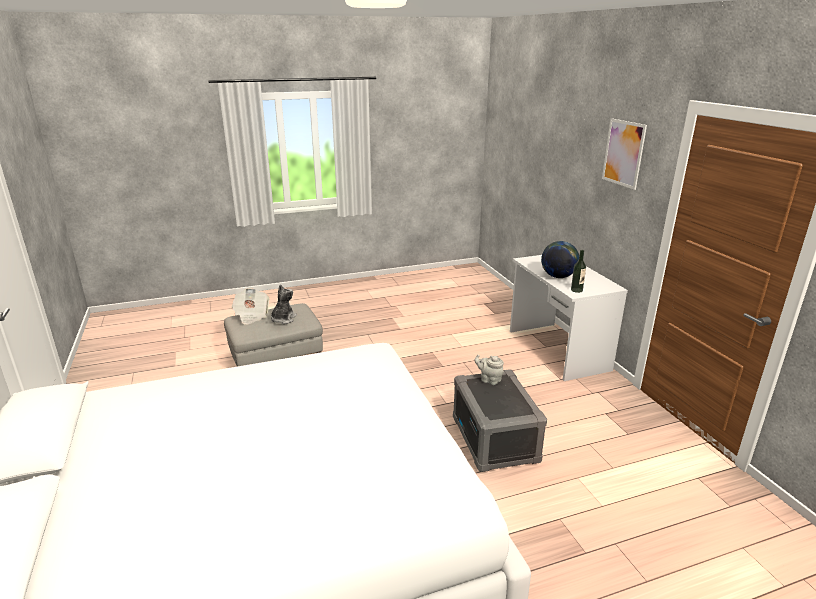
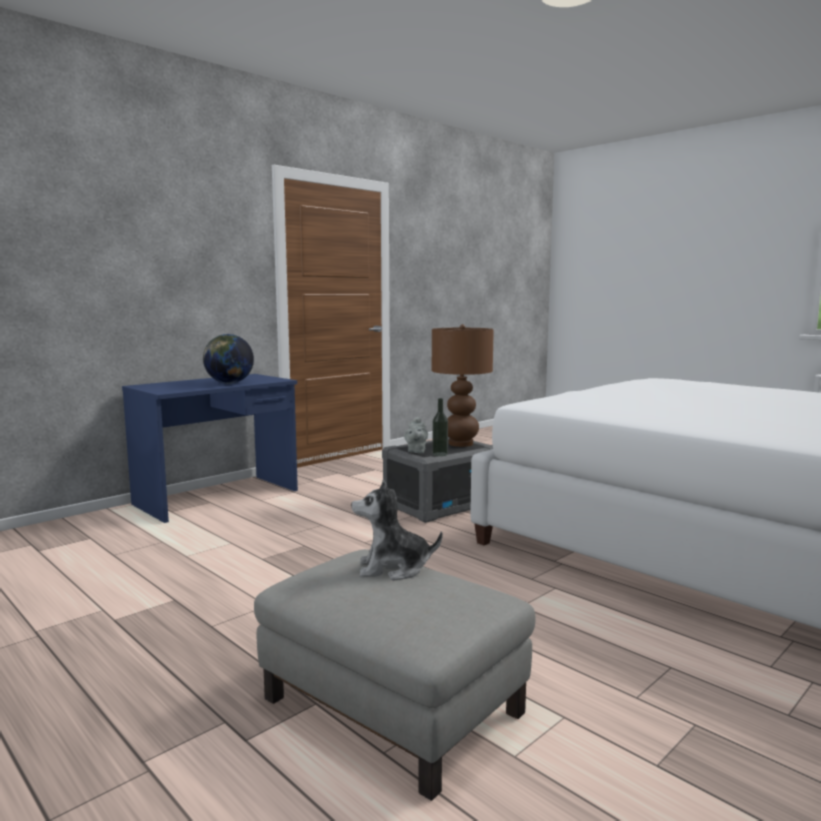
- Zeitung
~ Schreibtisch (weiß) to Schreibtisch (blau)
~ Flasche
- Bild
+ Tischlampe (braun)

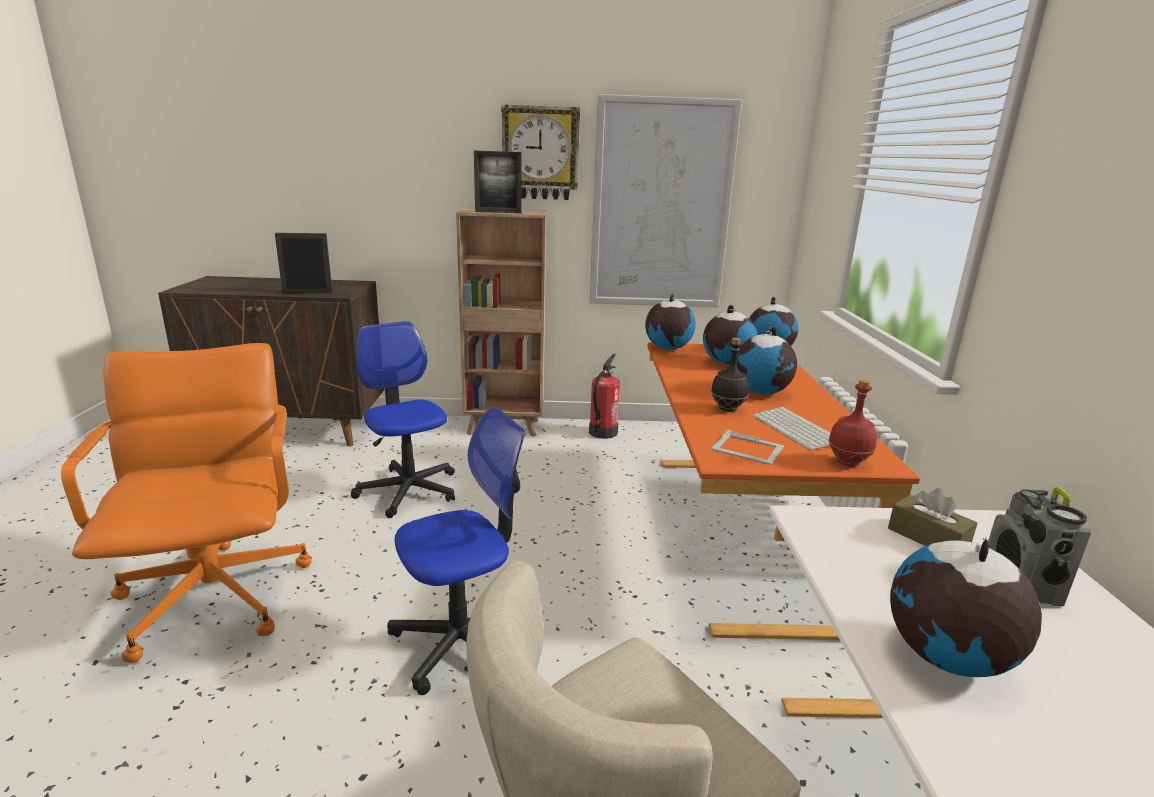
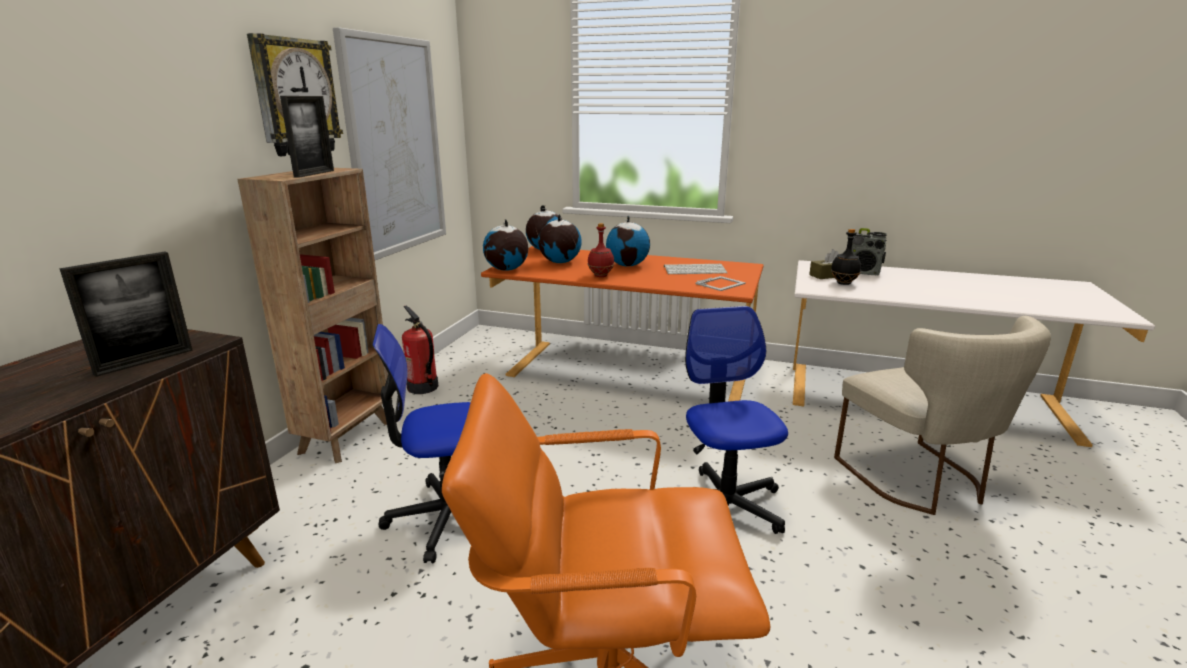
~ Bilderrahmen (no. 1 from left) 150 degrees counterclockwise
~ Flasche (schwarz)
~ Flasche (rot)
- Globus (no. 5 from left)

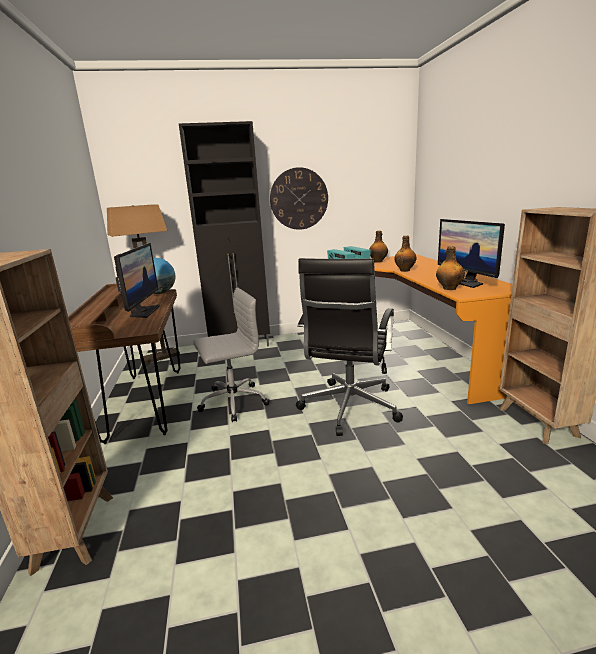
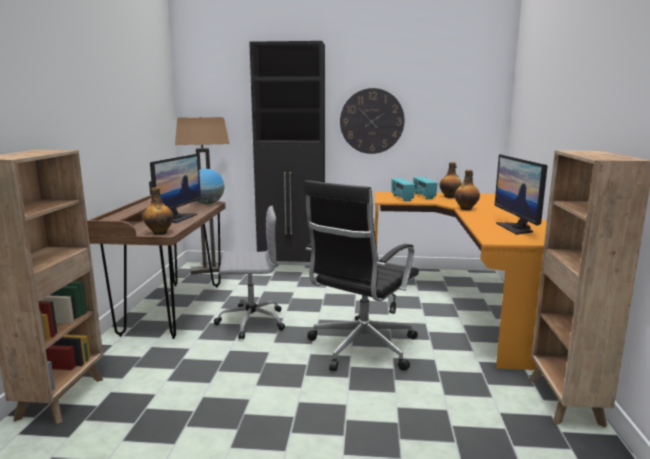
~ Flasche (no. 3 from left in the first image) to Flasche (no. 1 from left)

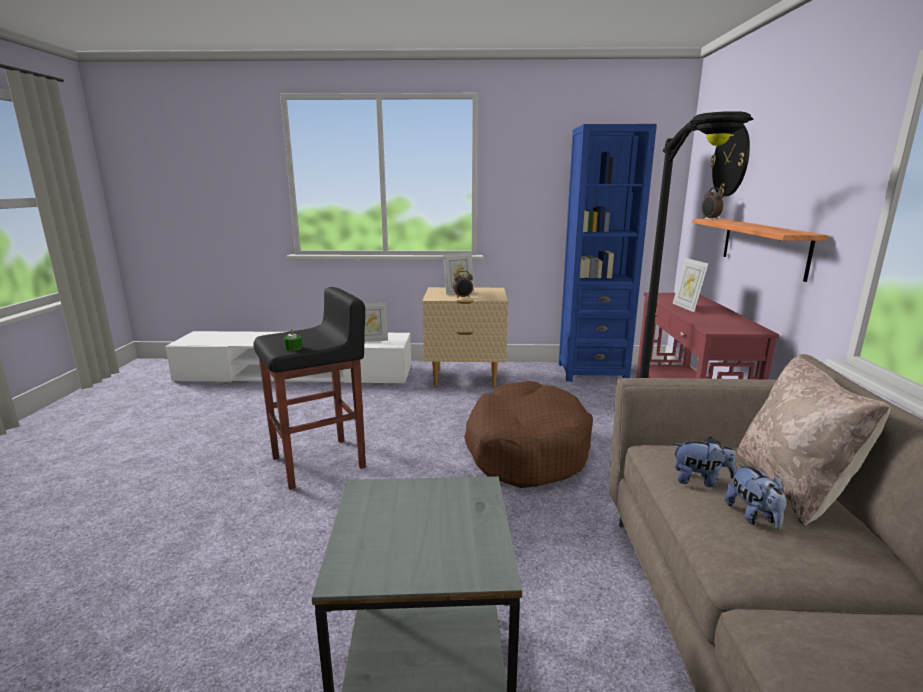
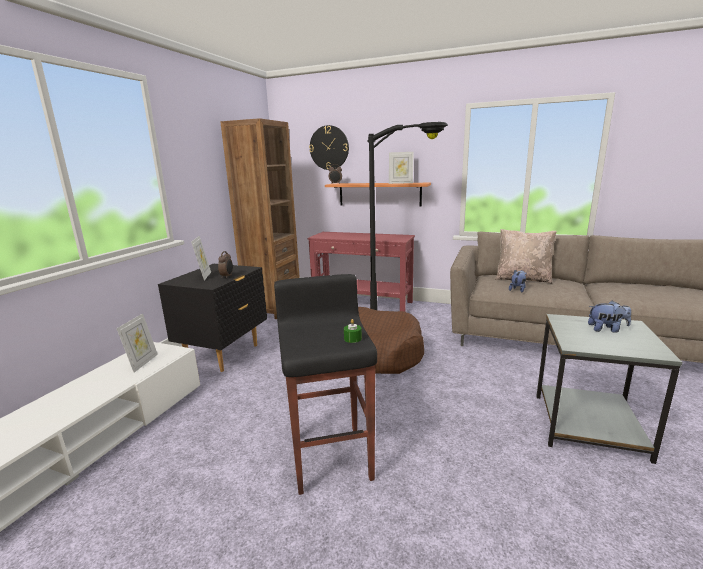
~ Nachttisch (beige) to Nachttisch (schwarz)
~ Bücherregal (blau) to Bücherregal (braun)
~ Bilderrahmen (no. 3 from left)
~ Plüschtier (no. 2 from left)

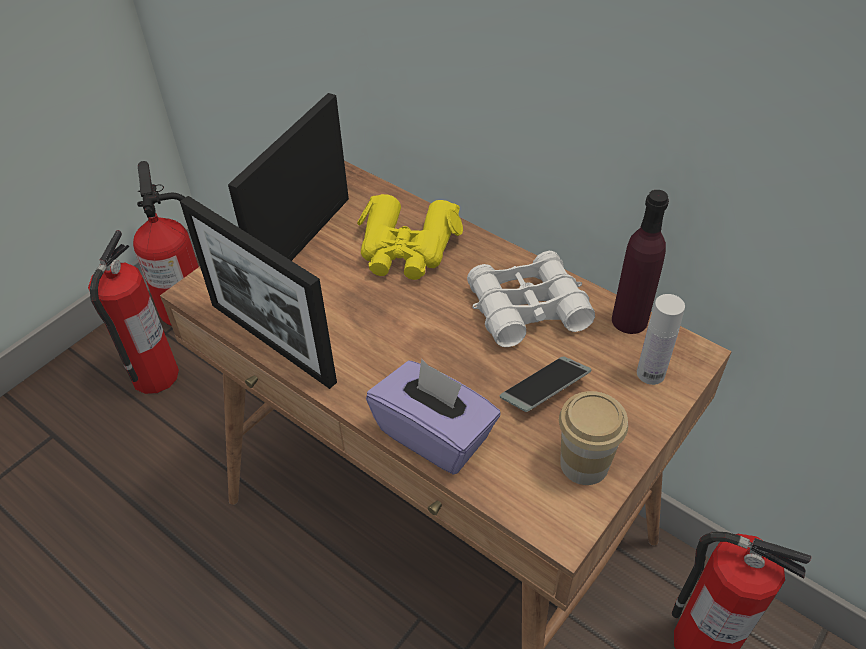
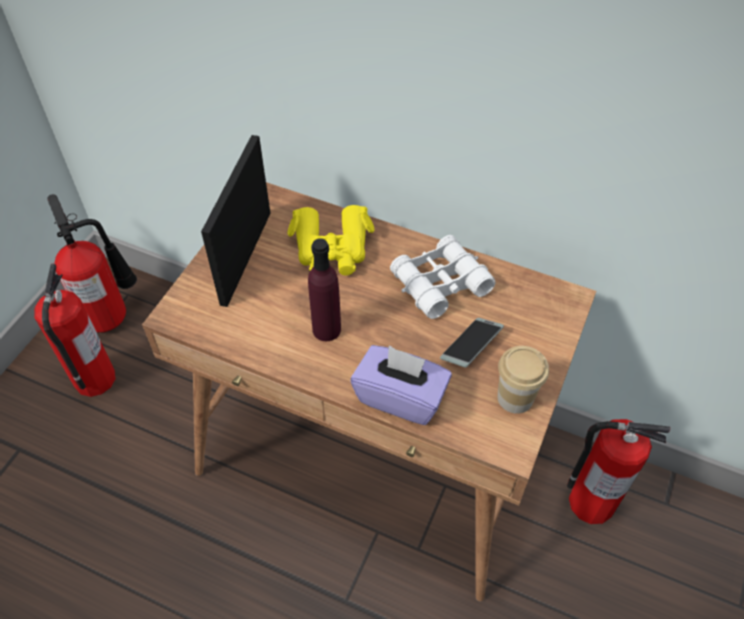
- Bilderrahmen (no. 1 from left)
~ Flasche (lila)
- Flasche (weiß)

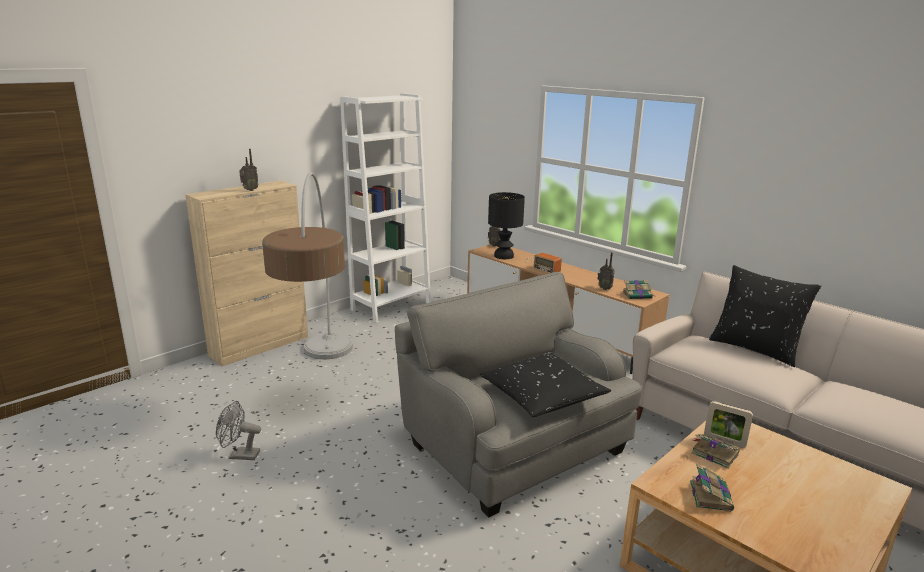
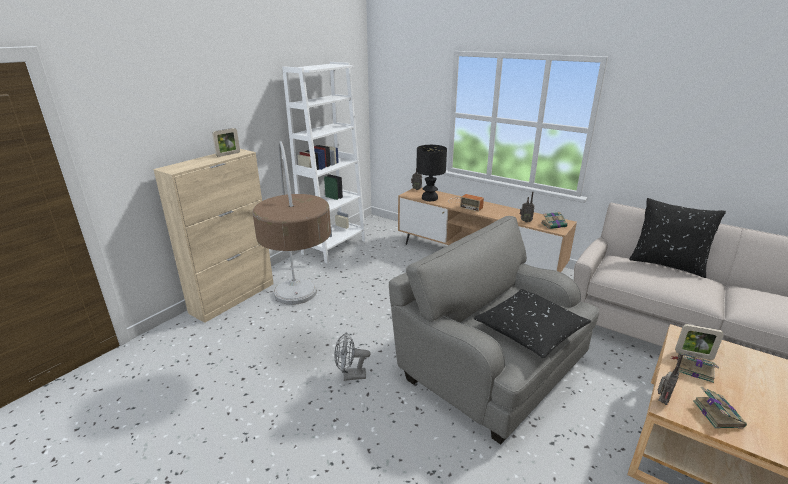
~ Ventilator (grau)
~ Radio (no. 1 from left in the first image) to Radio (no. 4 from left)
+ Bilderrahmen (no. 1 from left)

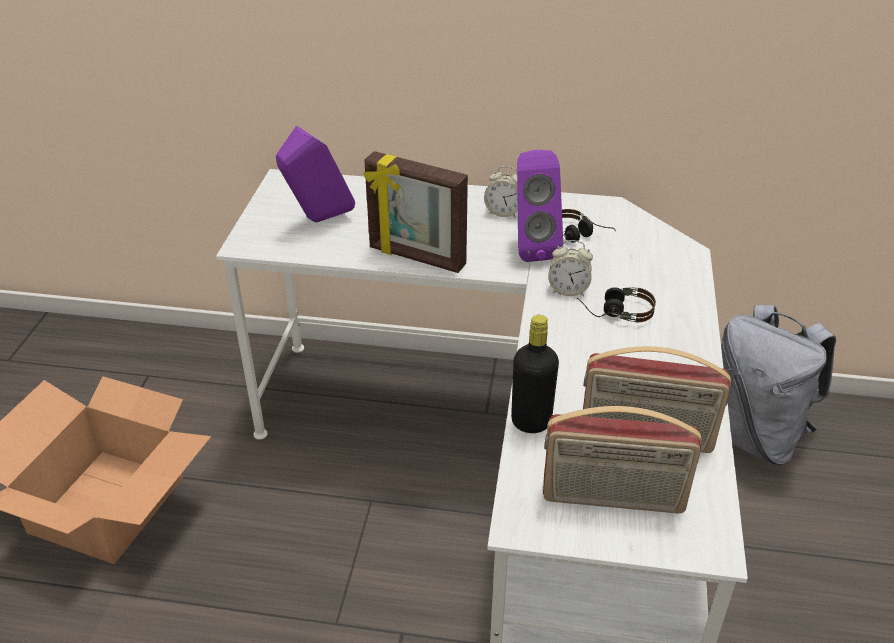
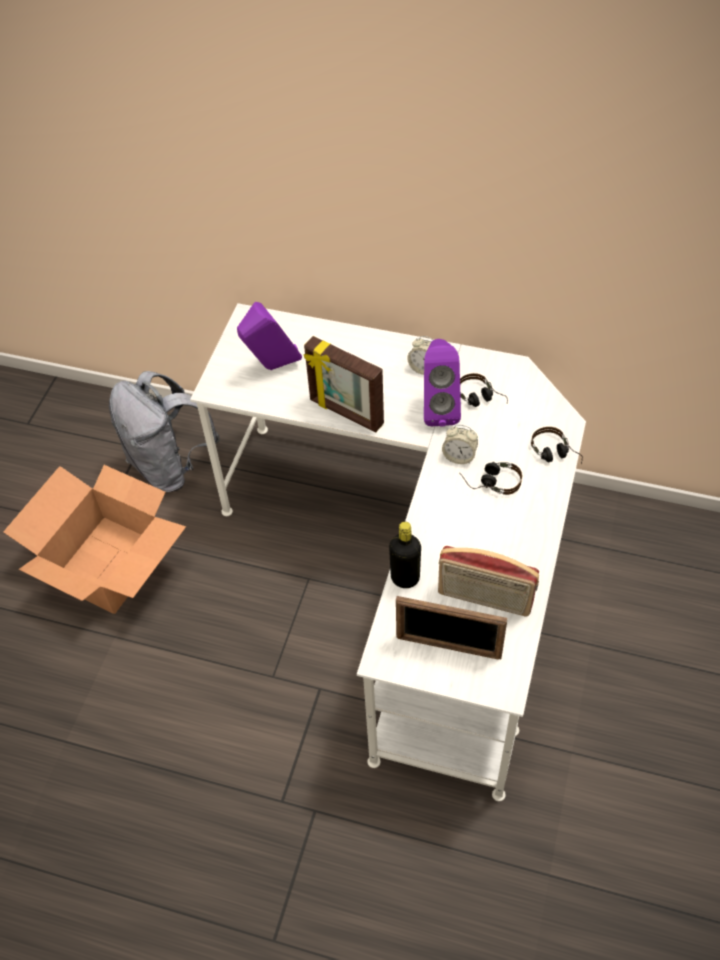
~ Radio (no. 1 from left) to Bilderrahmen (no. 2 from left)
~ Rucksack (grau)
+ Kopfhörer (no. 3 from left)

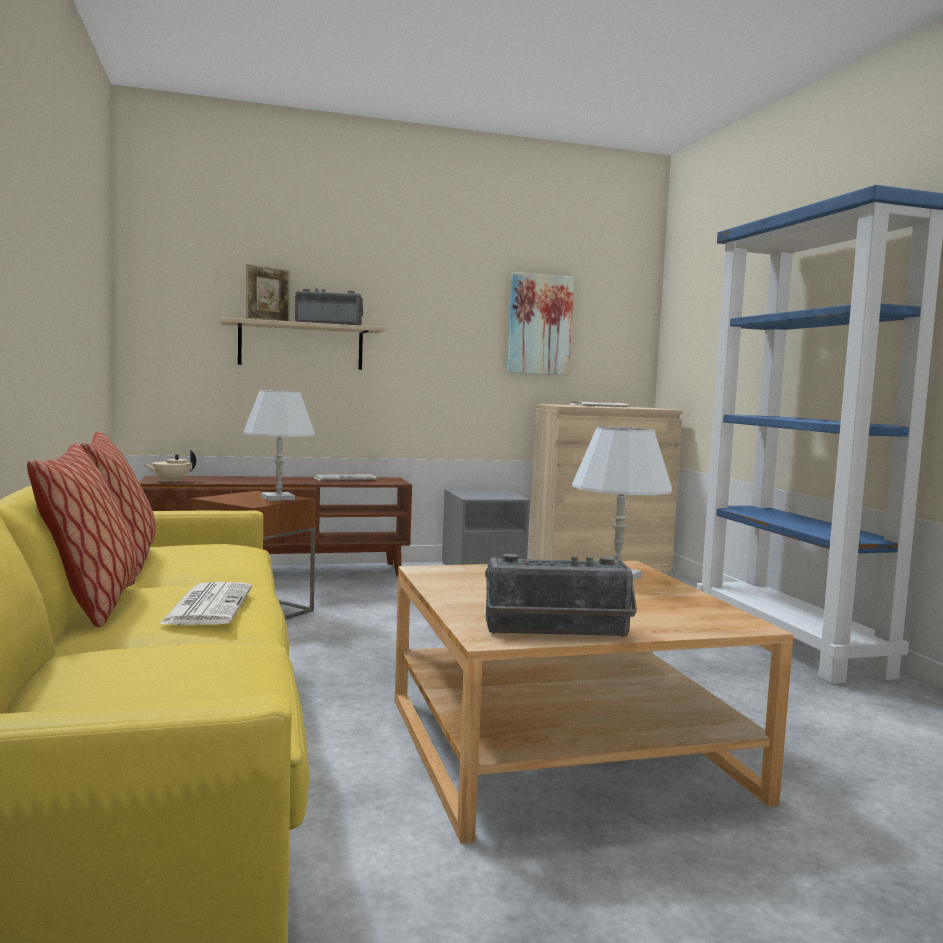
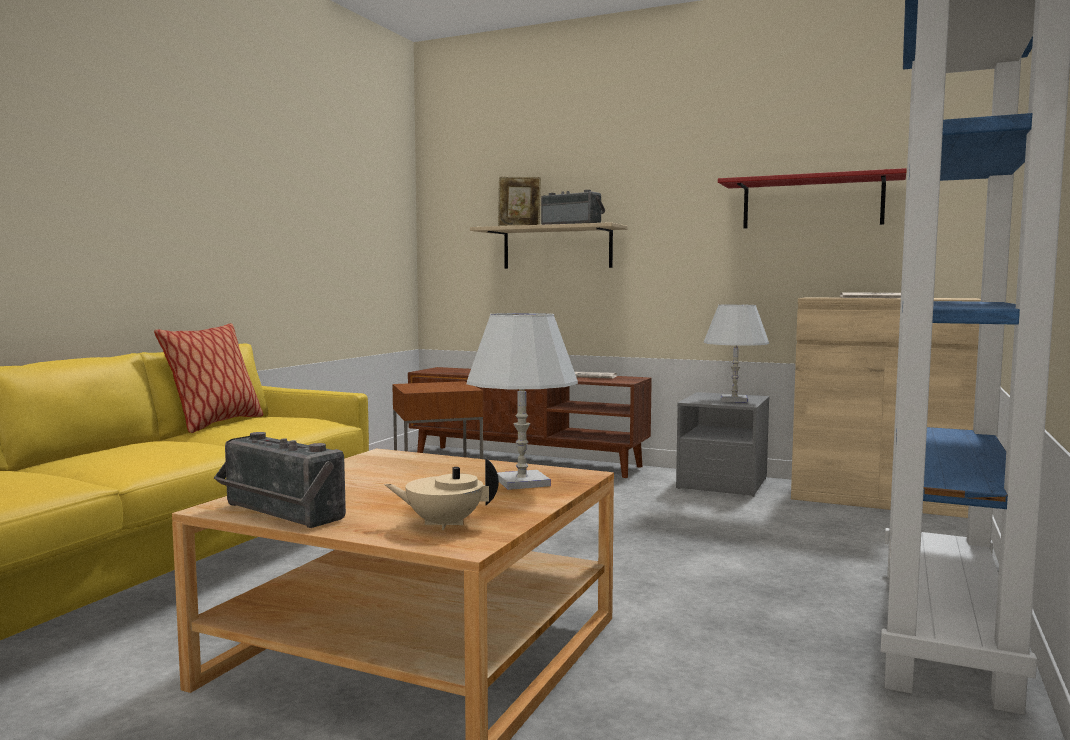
- Kissen (no. 1 from left)
~ Teekanne (beige)
- Zeitung (no. 1 from left)
~ Tischlampe (weiß) (no. 1 from left in the first image) to Tischlampe (weiß) (no. 2 from left)
~ Bild to Wandregal (rot)

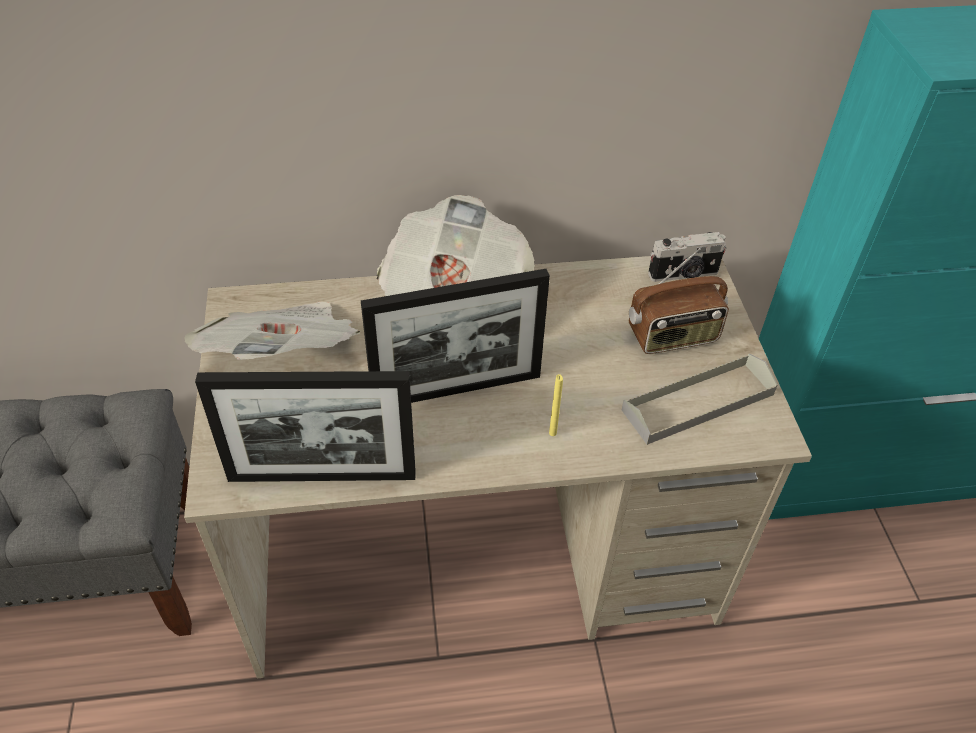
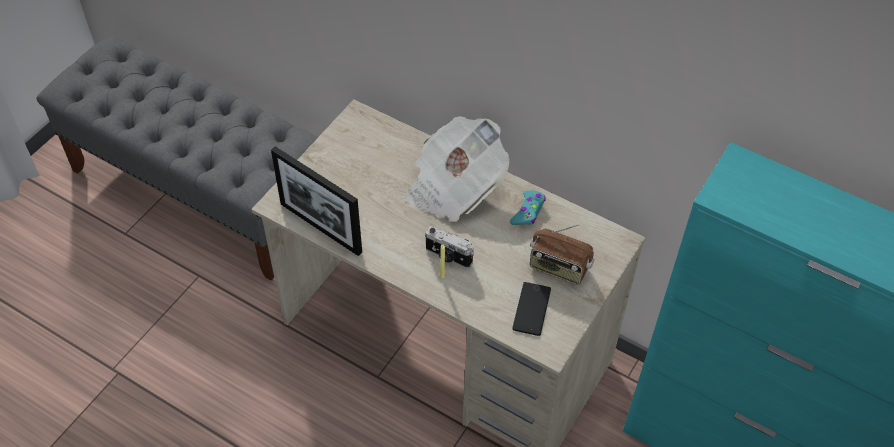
- Zeitung (no. 1 from left)
- Bilderrahmen (no. 2 from left)
~ Tablett (grau) to Handy
~ Kamera
+ Gamepad (türkis)

